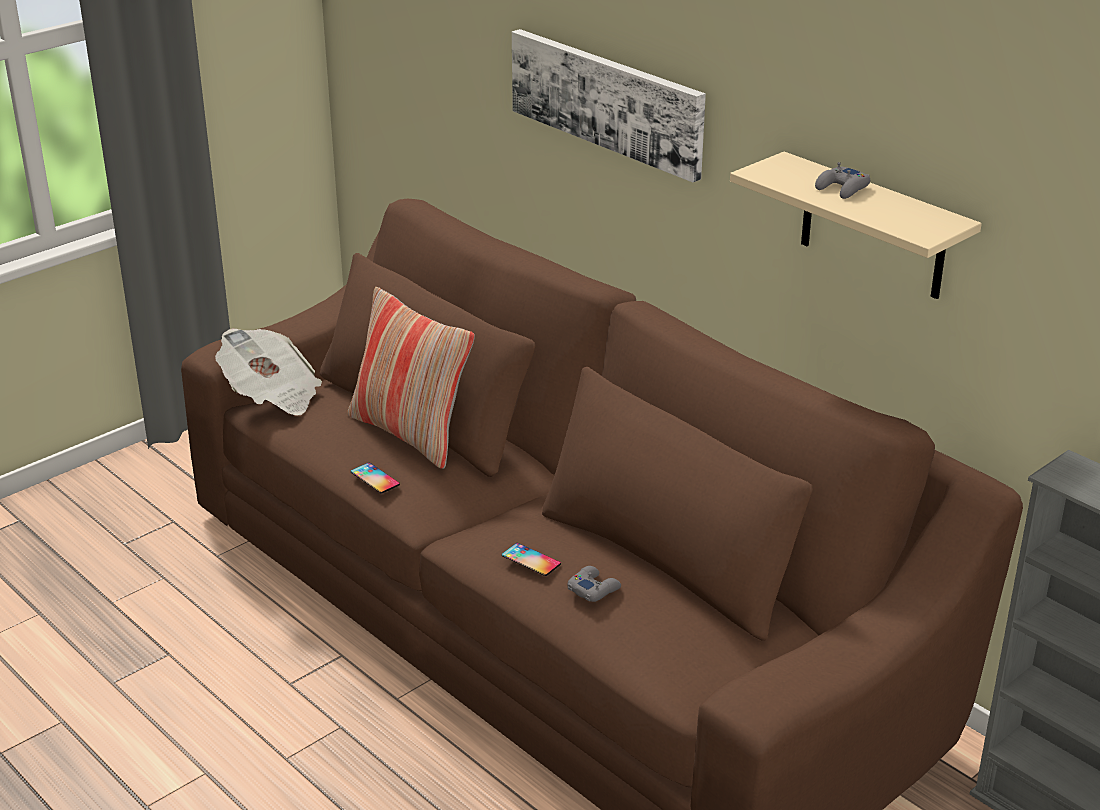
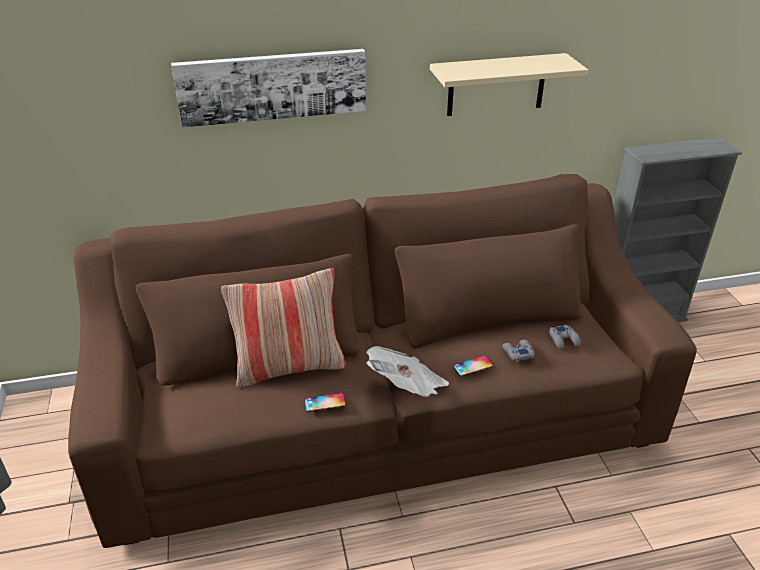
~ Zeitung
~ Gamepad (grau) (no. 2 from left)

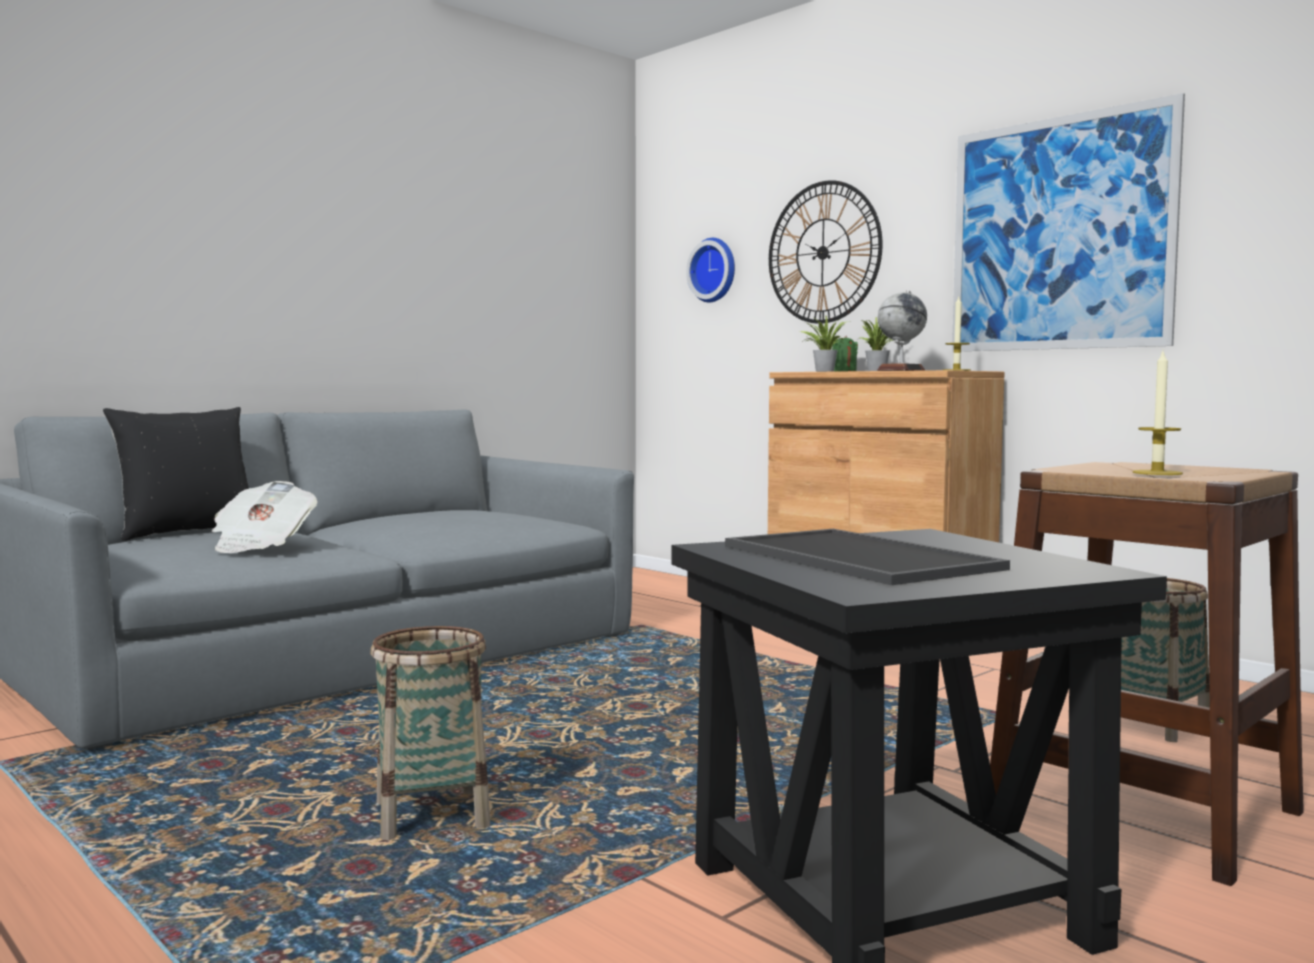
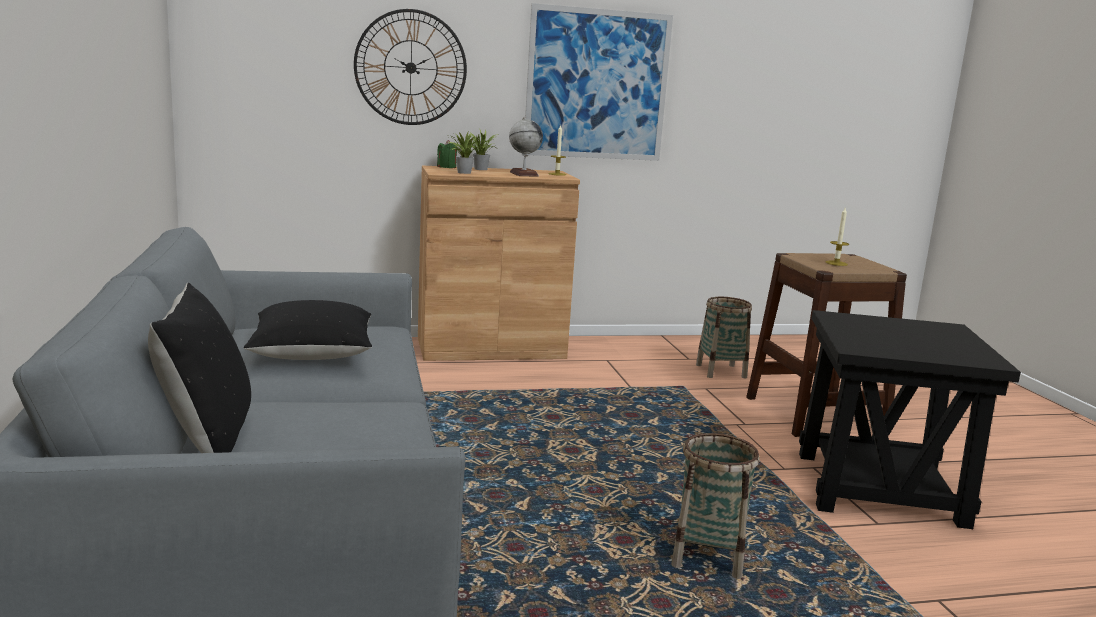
- Zeitung
- Wanduhr (no. 1 from left)
- Tablett
+ Kissen (schwarz) (no. 2 from left)

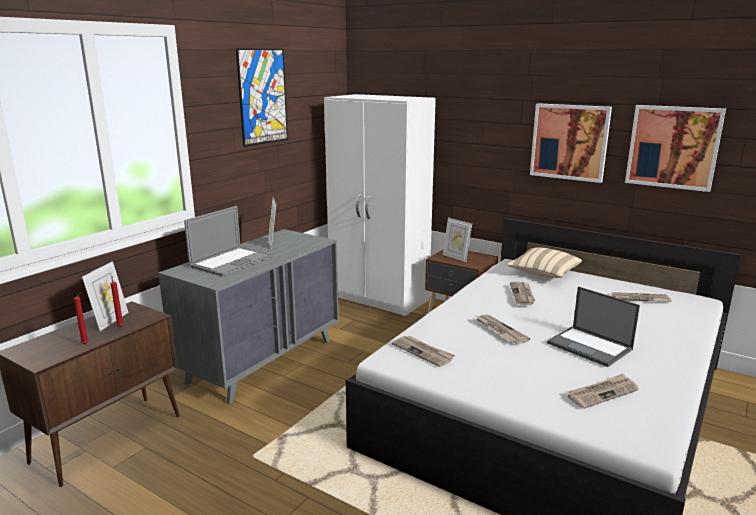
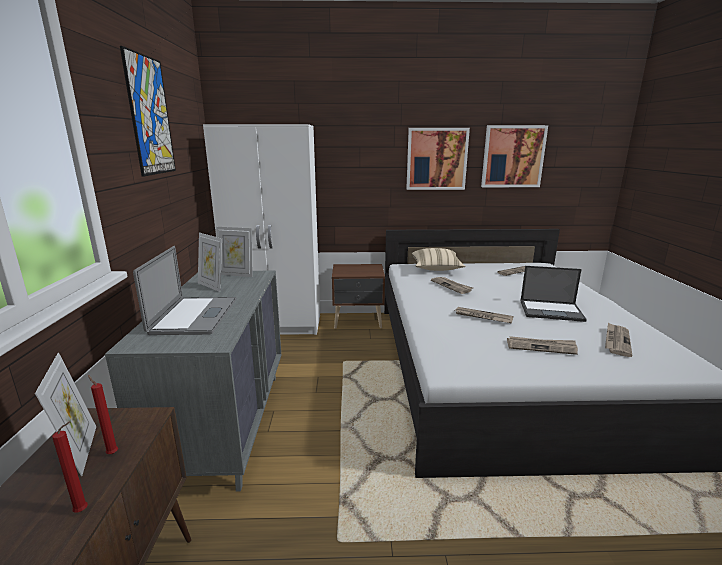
~ Zeitung (no. 1 from left in the first image) to Zeitung (no. 4 from left)
~ Bilderrahmen (no. 3 from left)

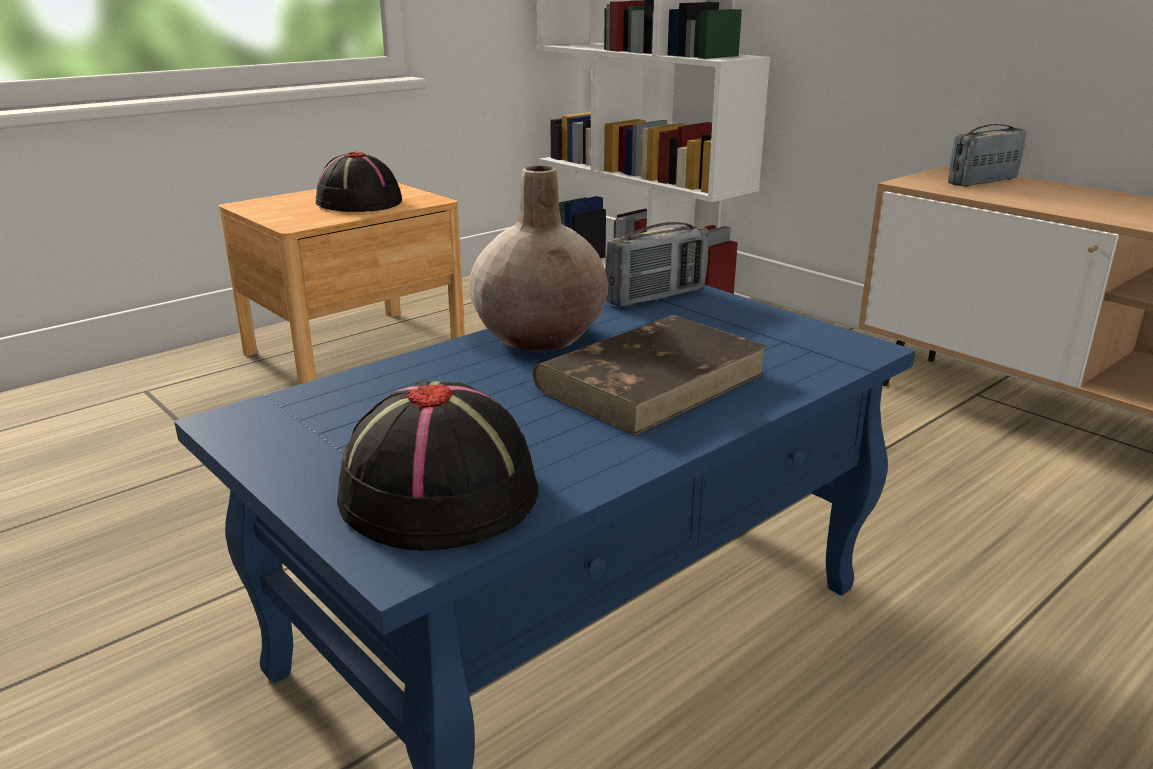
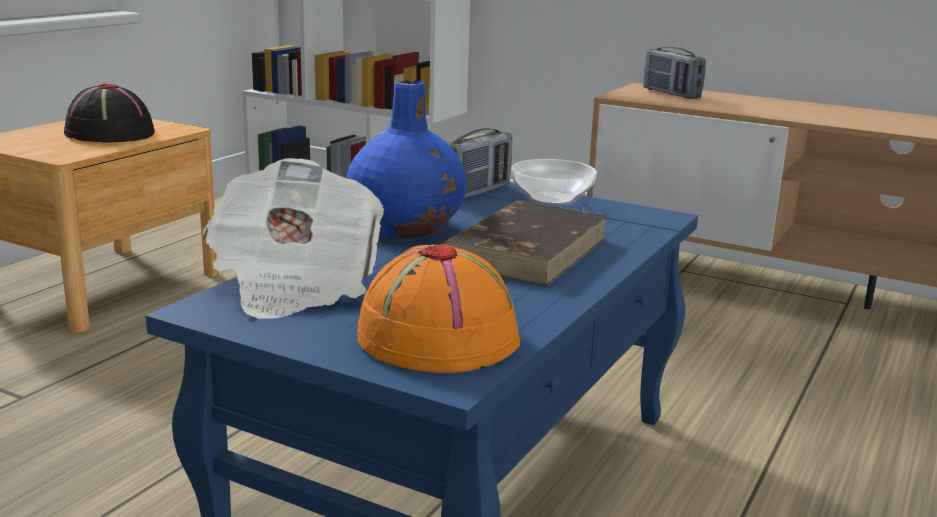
~ Hut (schwarz) (no. 2 from left) to Hut (orange)
~ Vase (beige) to Vase (blau)
~ Radio (no. 2 from left) 75 degrees counterclockwise
+ Zeitung
+ Schüssel

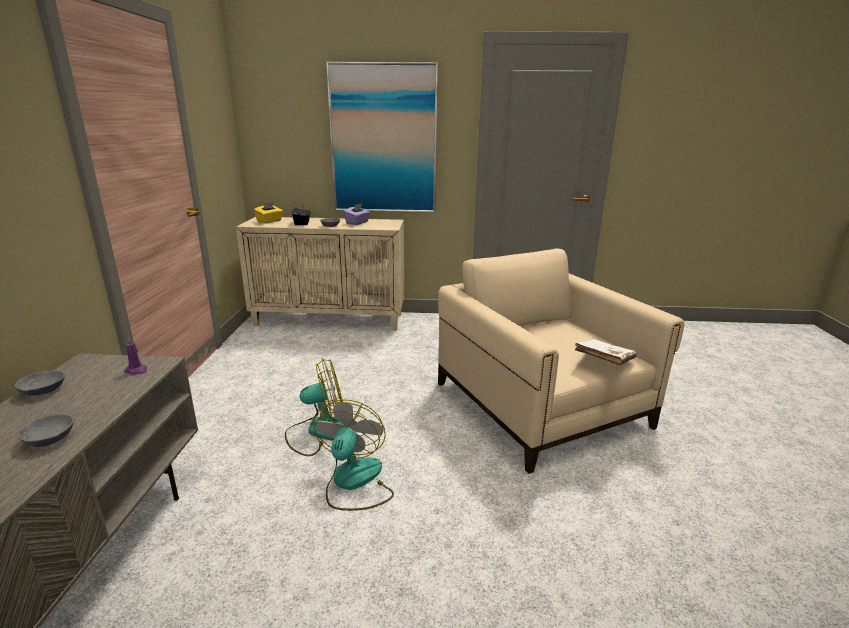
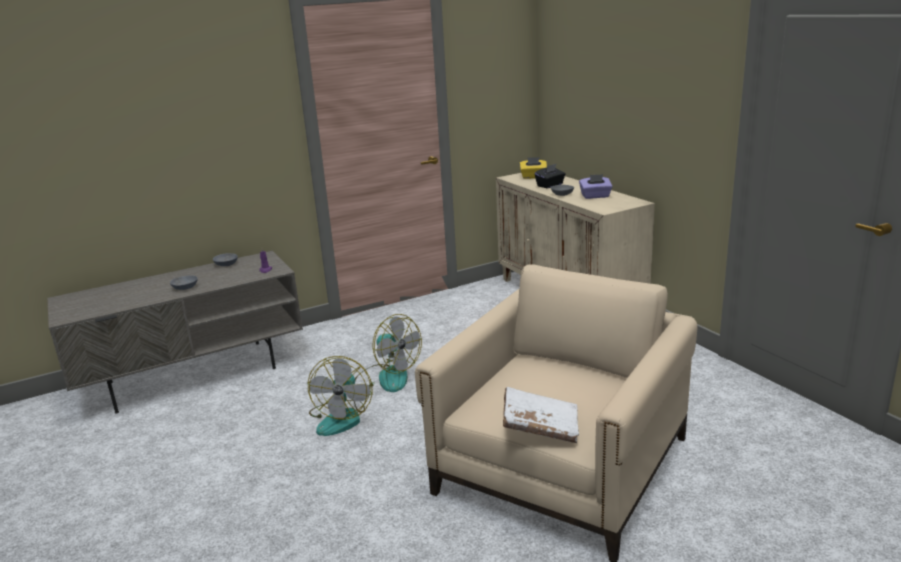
~ Ventilator (no. 2 from left in the first image) 120 degrees clockwise
- Bild

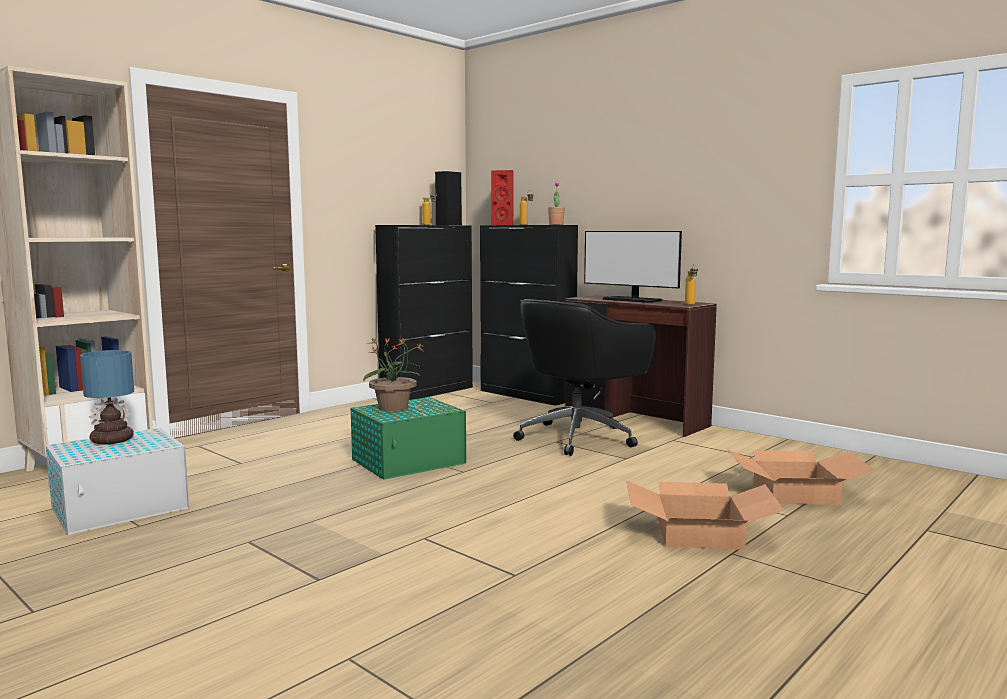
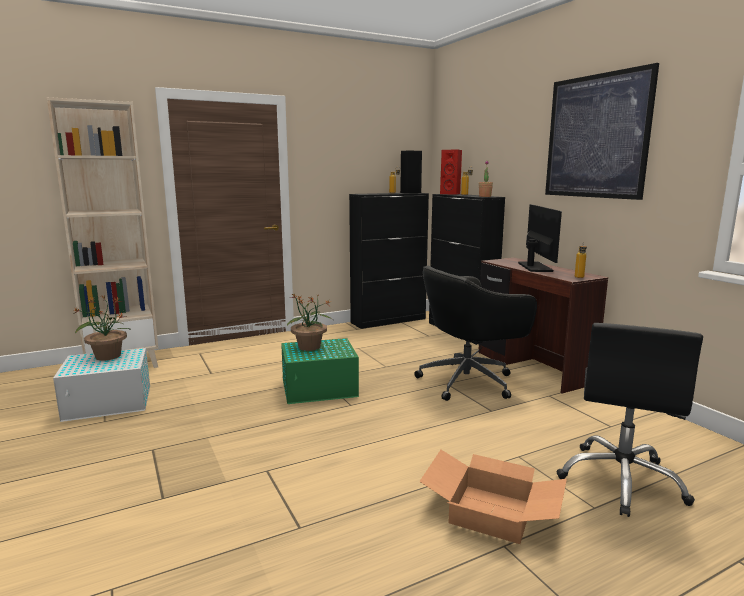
~ Tischlampe to Topfpflanze (no. 1 from left)
~ Monitor 150 degrees counterclockwise
~ Karton (no. 2 from left) to Bürostuhl (schwarz) (no. 2 from left)
+ Bild

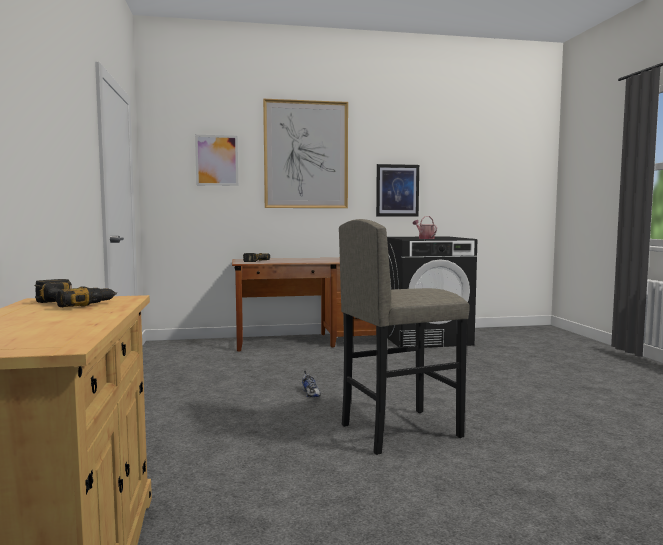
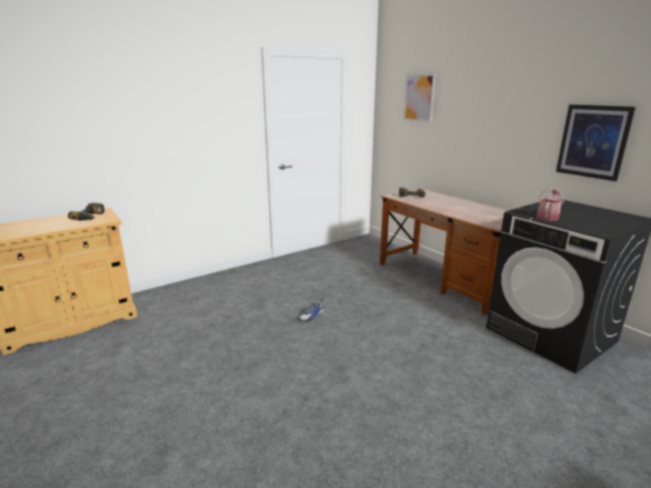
- Bild (no. 2 from left)
- Hocker (grau)

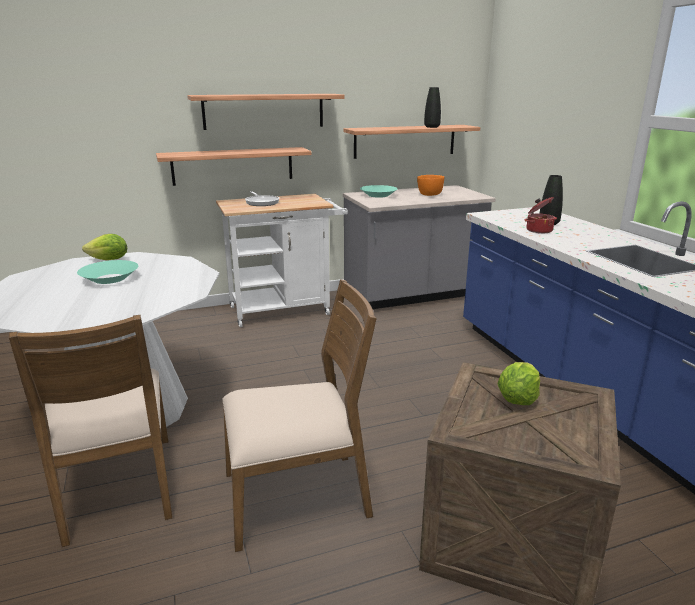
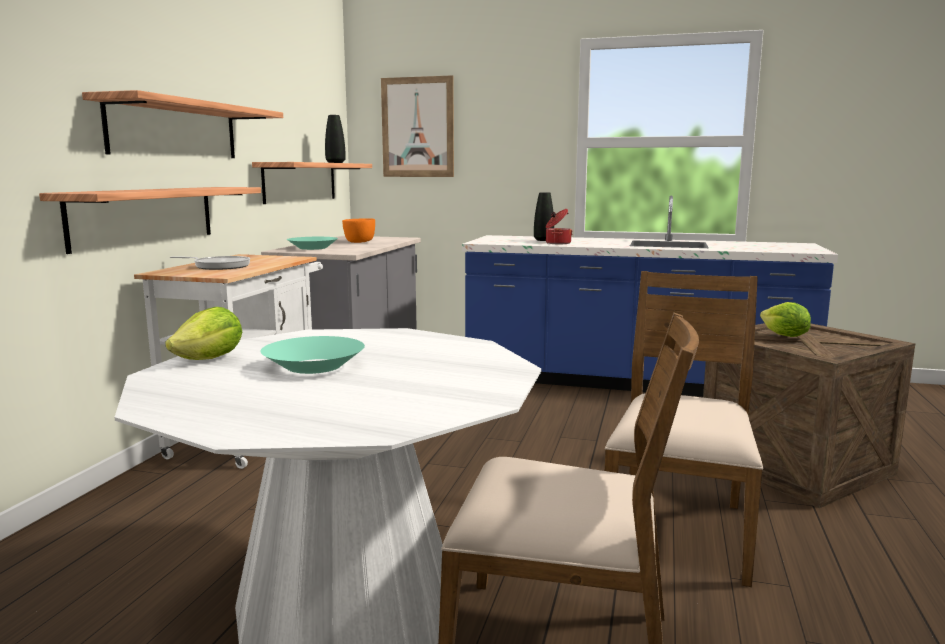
+ Bild

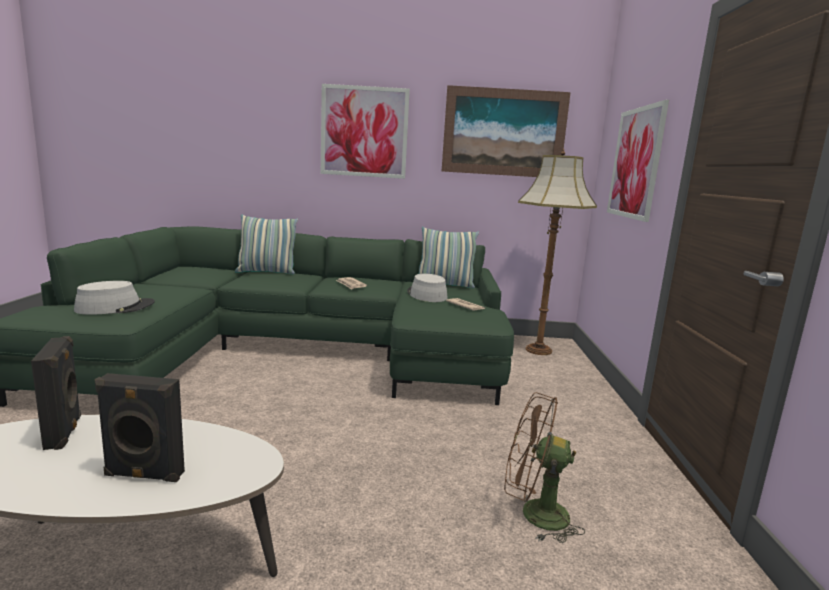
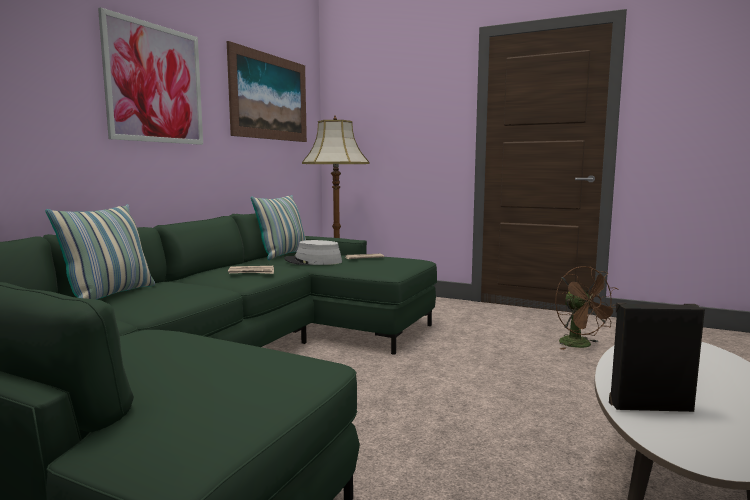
- Hut (grau) (no. 1 from left)
- Lautsprecher (schwarz) (no. 2 from left)
~ Ventilator (braun) 60 degrees counterclockwise
- Bild (no. 3 from left)

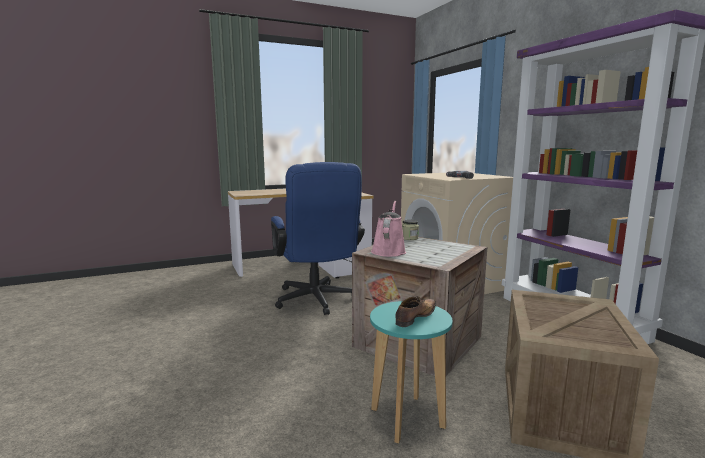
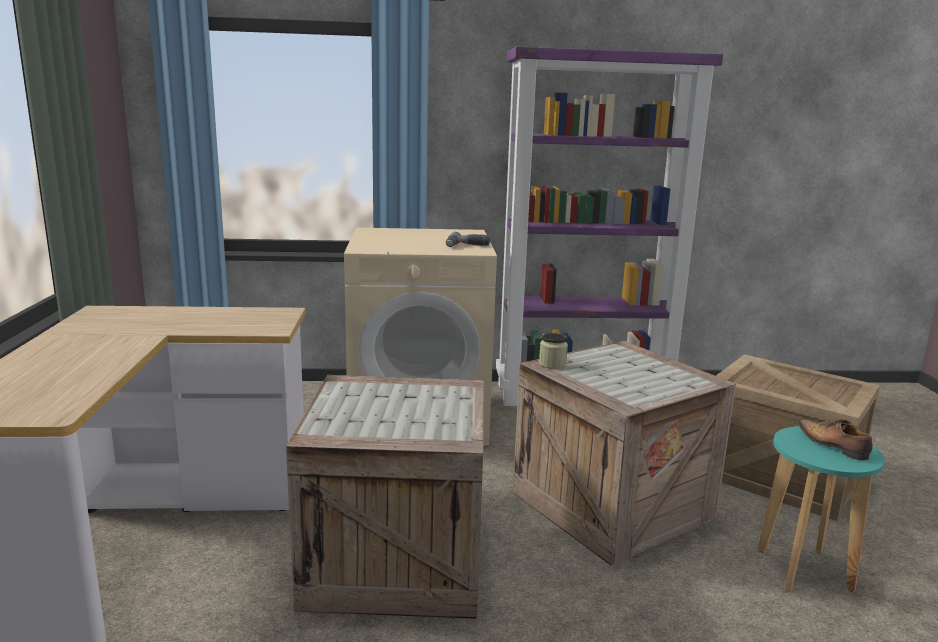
~ Bürostuhl (blau) to Kiste (no. 1 from left)
- Gießkanne (rosa)

